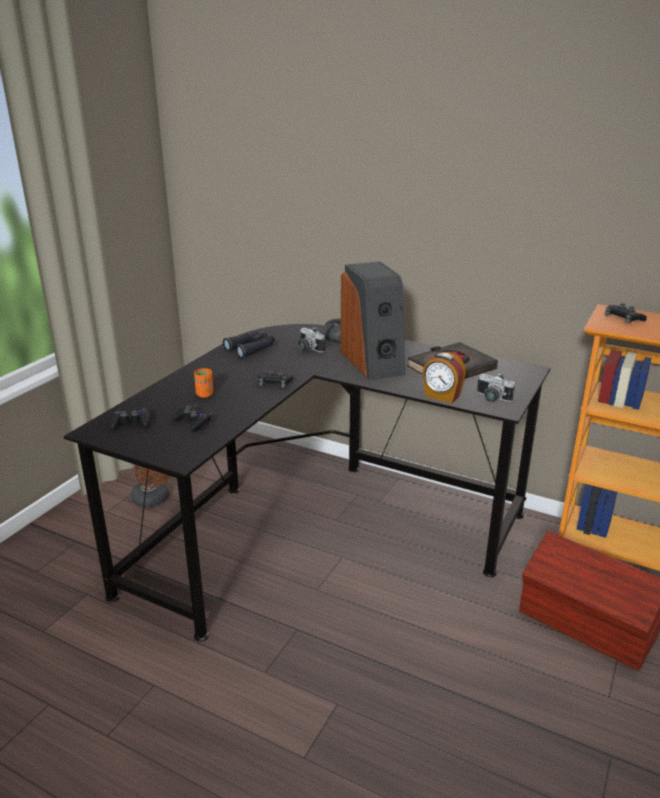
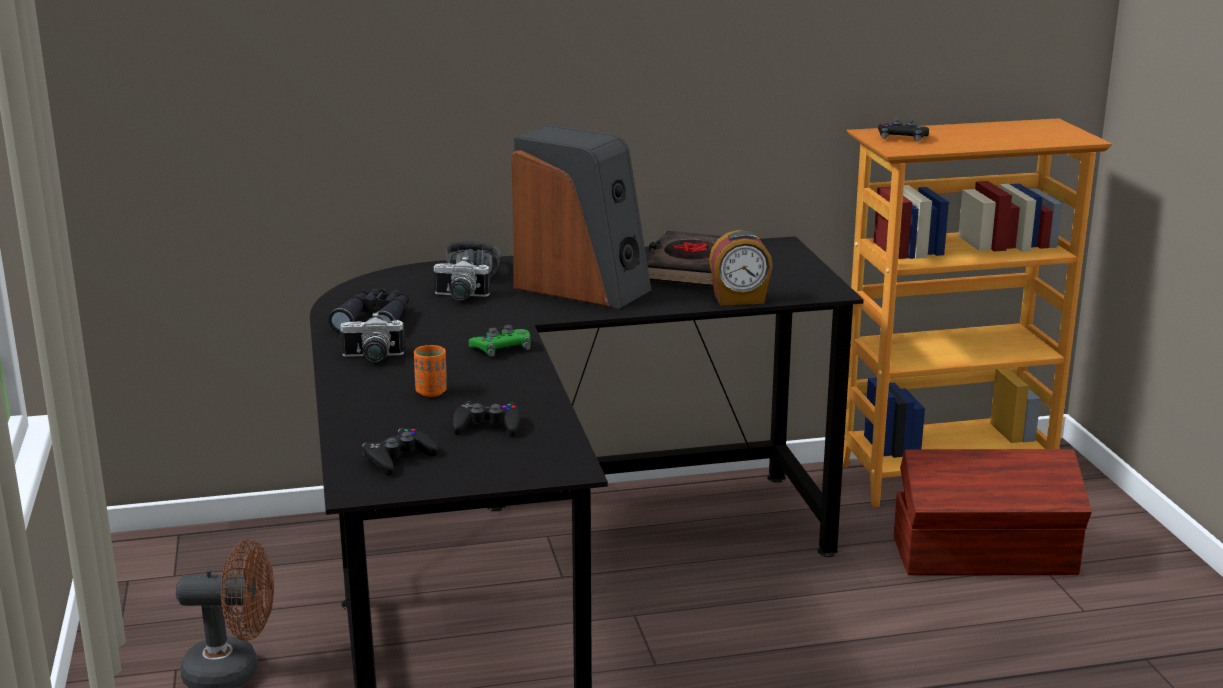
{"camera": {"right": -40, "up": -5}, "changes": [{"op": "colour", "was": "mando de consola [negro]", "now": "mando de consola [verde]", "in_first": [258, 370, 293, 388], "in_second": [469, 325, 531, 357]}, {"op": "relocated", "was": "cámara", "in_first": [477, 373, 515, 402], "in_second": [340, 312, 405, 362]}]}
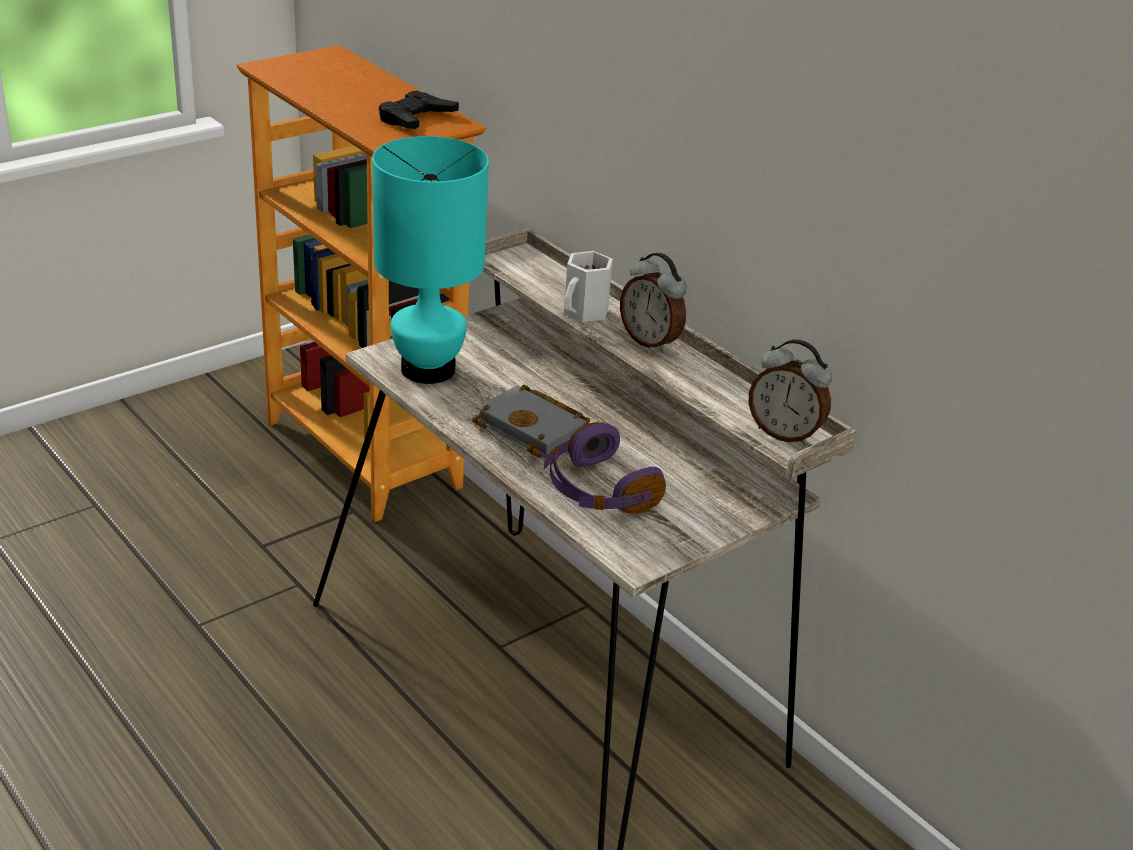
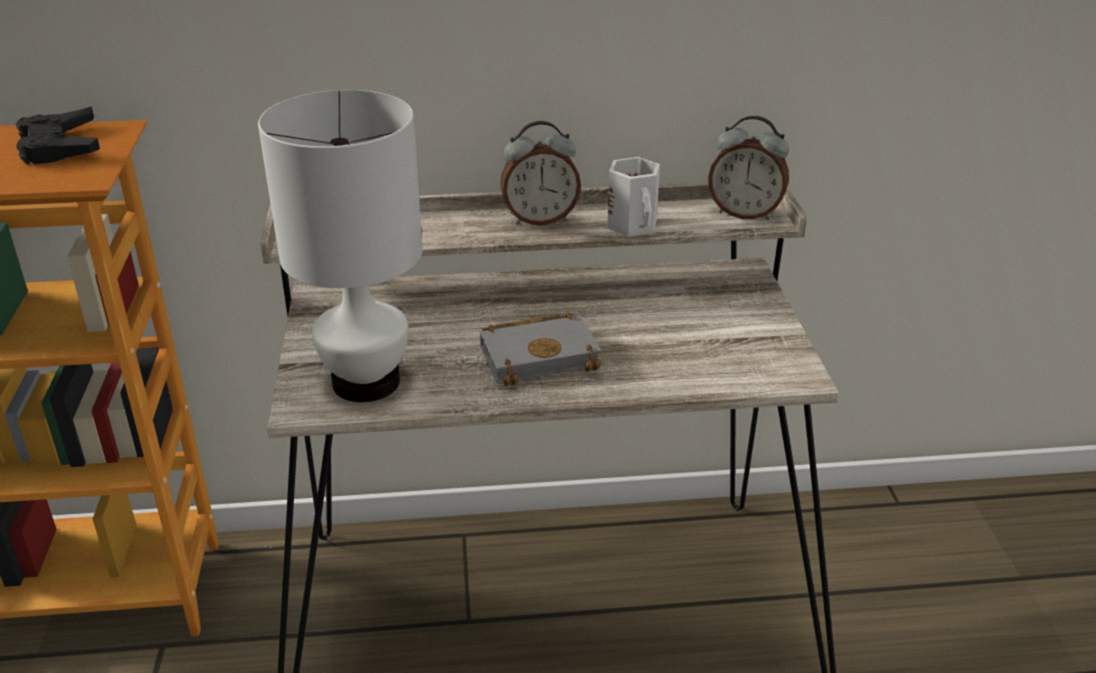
{"camera": {"right": -55, "up": 0}, "changes": [{"op": "colour", "was": "lámpara de mesa [turquesa]", "now": "lámpara de mesa [blanco]", "in_first": [372, 136, 489, 384], "in_second": [258, 90, 423, 402]}, {"op": "relocated", "was": "taza grande [blanco]", "in_first": [564, 251, 613, 322], "in_second": [607, 157, 660, 236]}, {"op": "spun", "was": "despertador", "in_first": [749, 339, 832, 445], "in_second": [708, 116, 789, 220], "clockwise": 45}, {"op": "missing", "was": "auriculares [morado]", "in_first": [544, 422, 666, 514]}]}
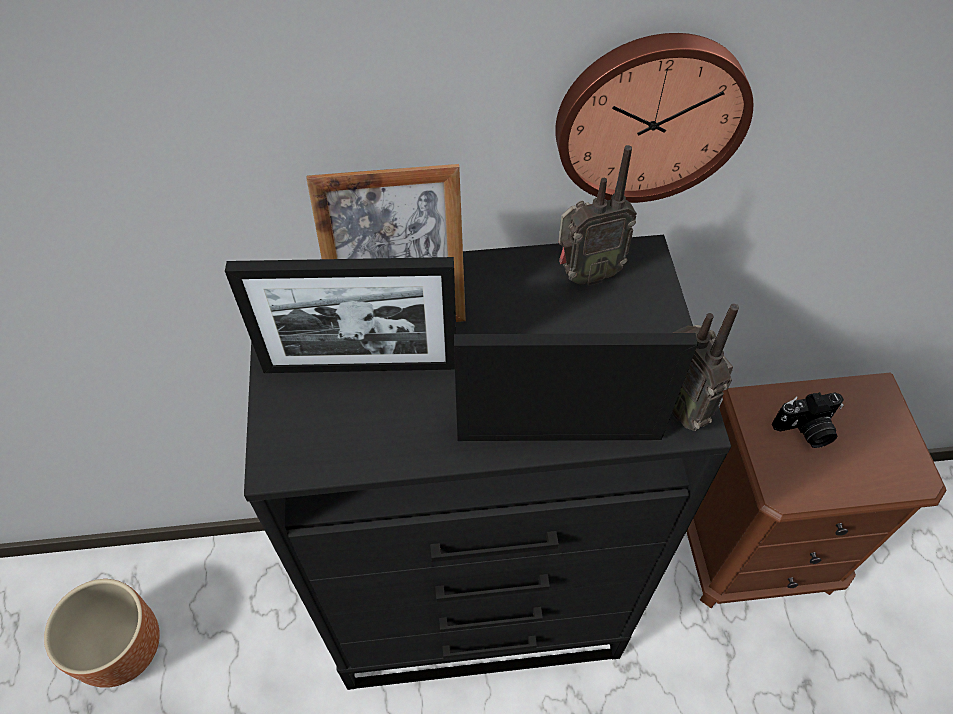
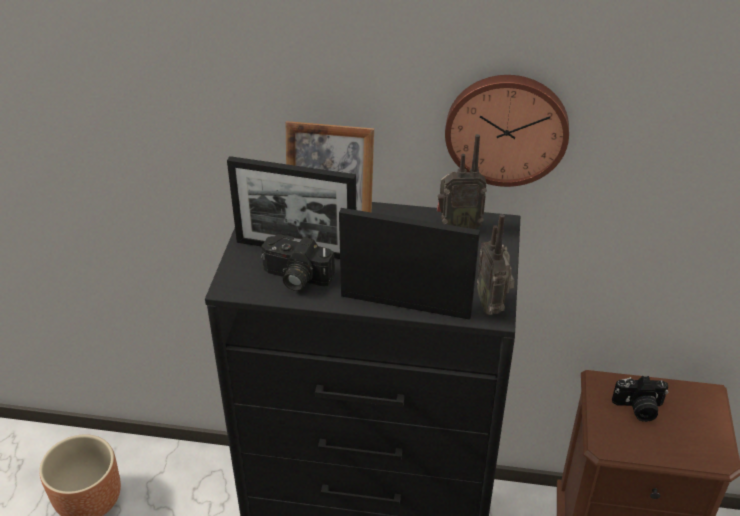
{"camera": {"right": 15, "up": -15}, "changes": [{"op": "appeared", "now": "cámara", "in_second": [261, 234, 335, 291]}]}
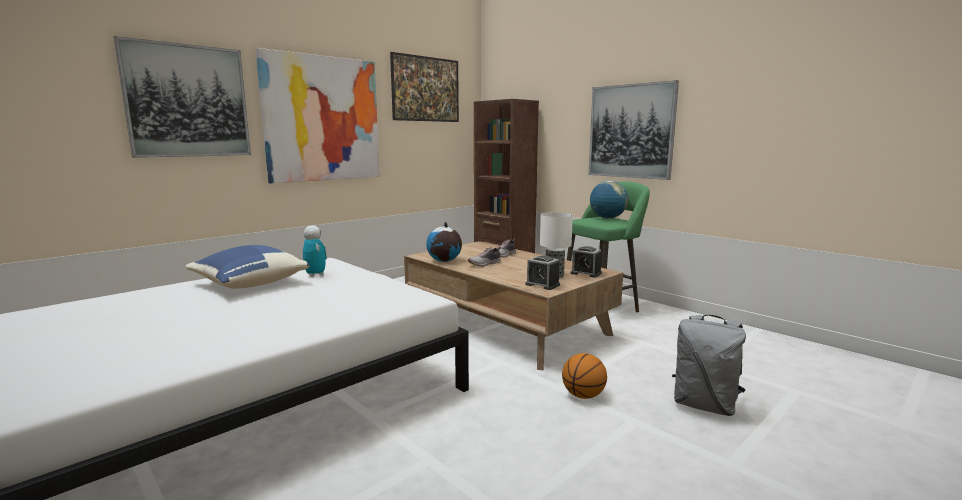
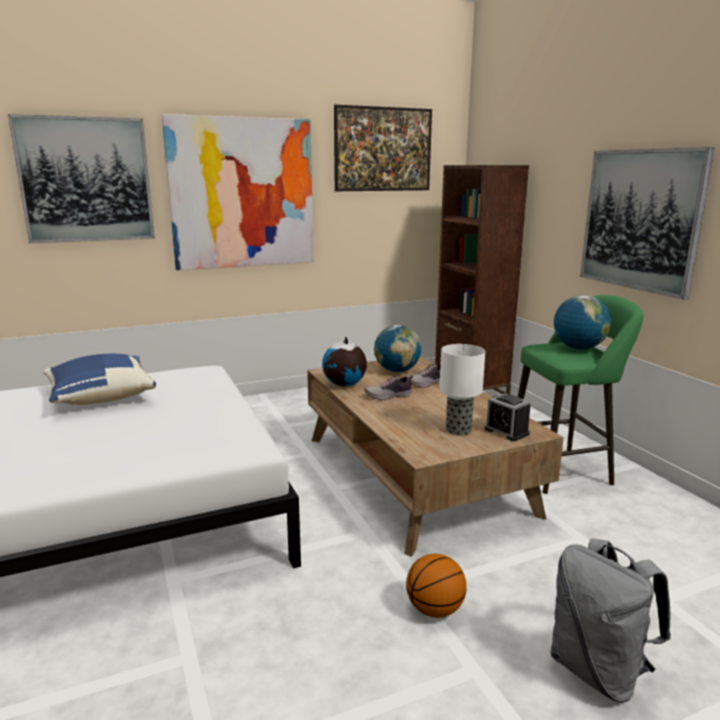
{"camera": {"right": 20, "up": 5}, "changes": [{"op": "missing", "was": "robot de juguete", "in_first": [303, 225, 327, 277]}, {"op": "missing", "was": "despertador", "in_first": [525, 256, 560, 290]}, {"op": "appeared", "now": "globo terráqueo", "in_second": [374, 325, 421, 372]}]}
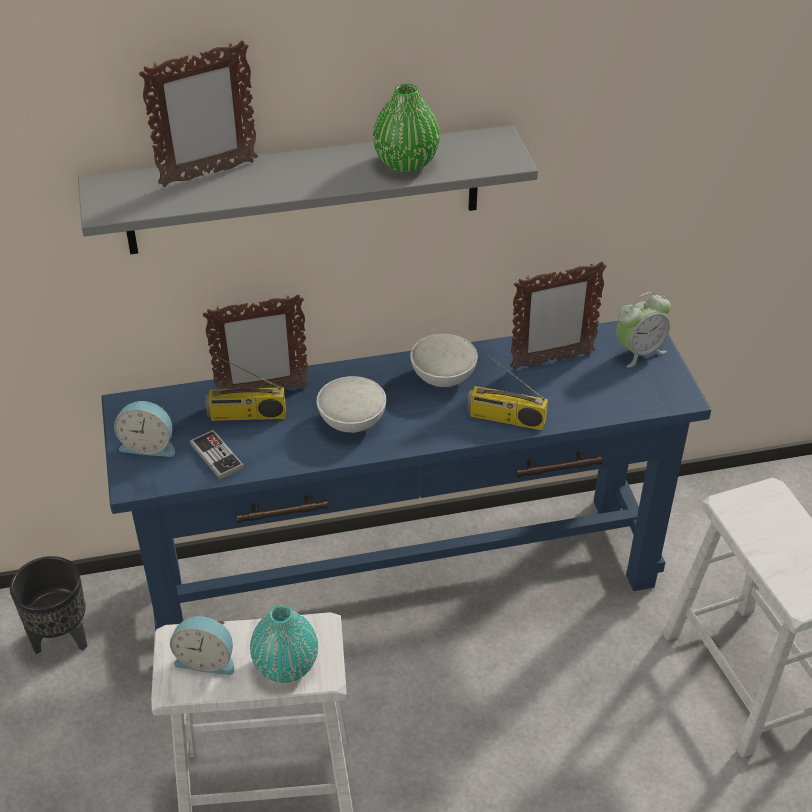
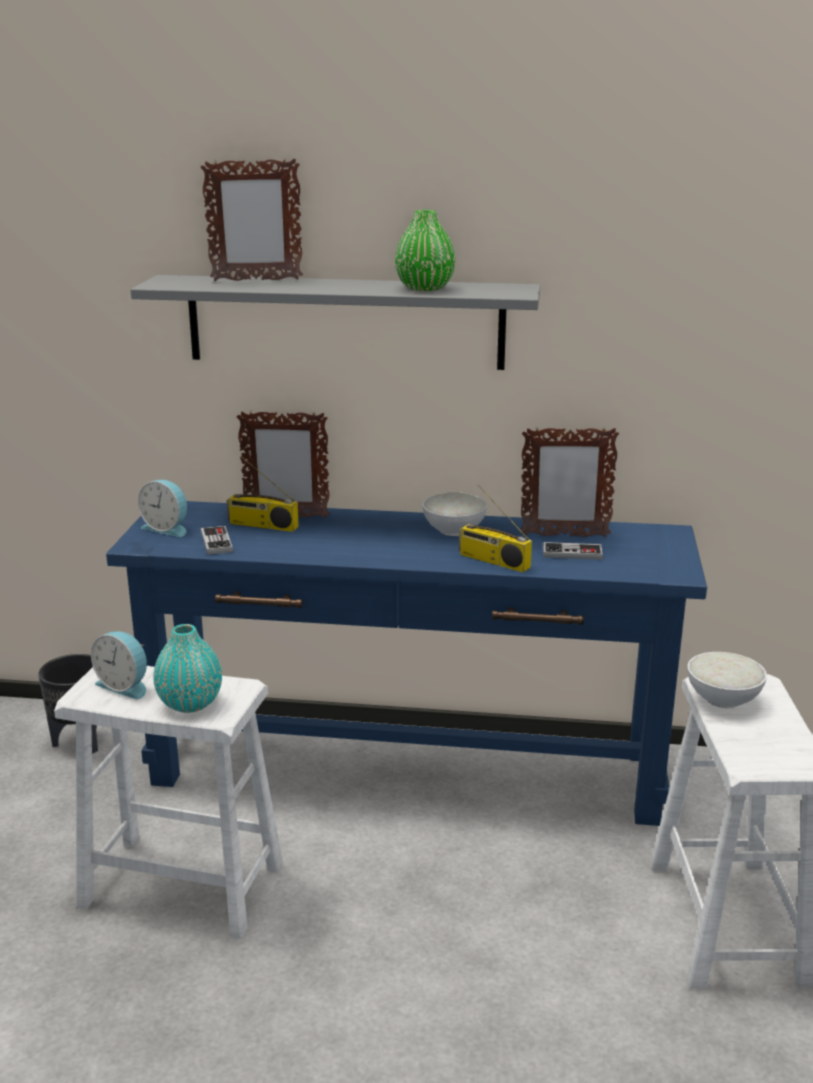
{"camera": {"right": 20, "up": -20}, "changes": [{"op": "missing", "was": "despertador", "in_first": [616, 292, 671, 368]}, {"op": "relocated", "was": "cuenco [blanco]", "in_first": [317, 376, 386, 433], "in_second": [687, 652, 767, 708]}, {"op": "appeared", "now": "mando de consola", "in_second": [543, 542, 603, 560]}]}
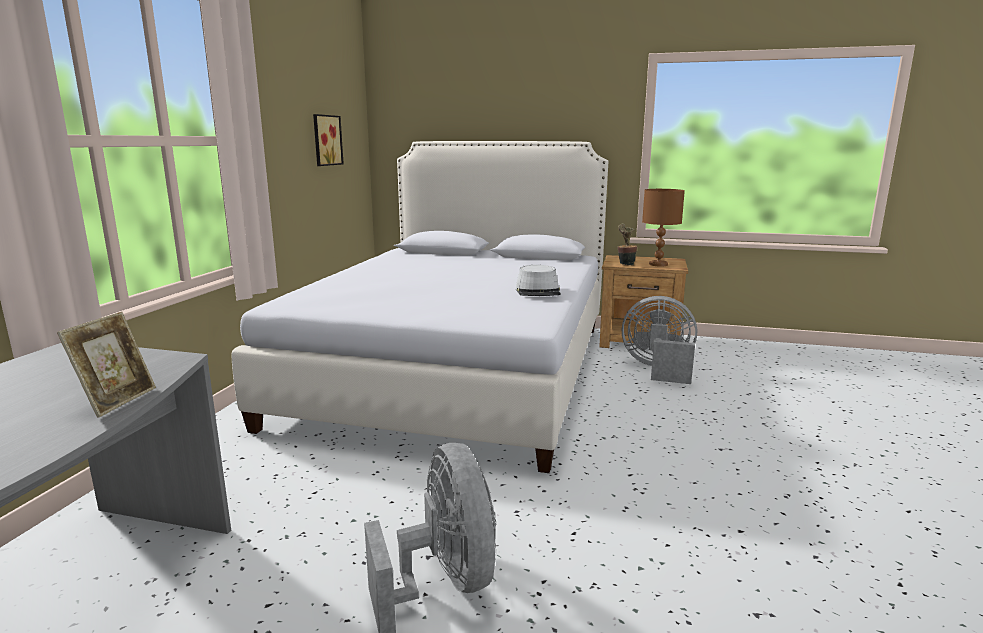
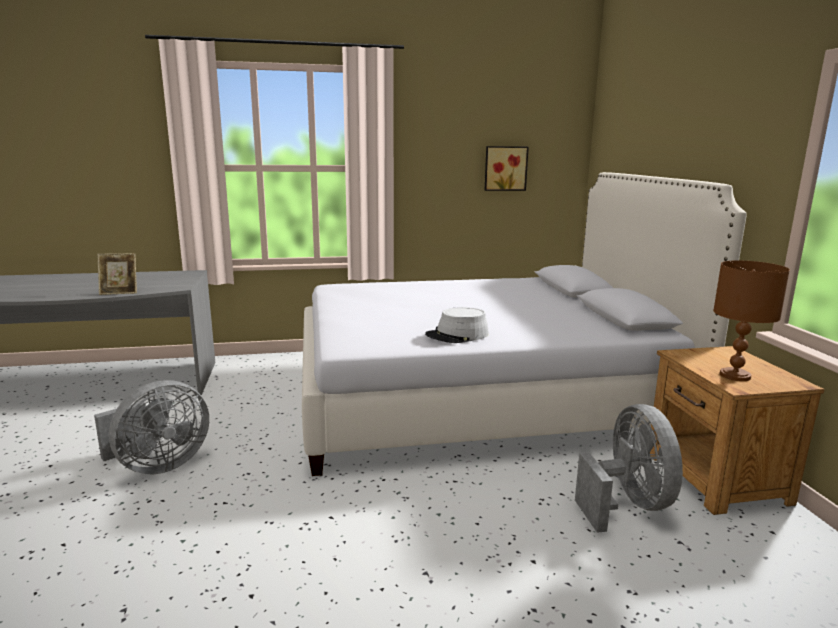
{"camera": {"right": 65, "up": 0}, "changes": [{"op": "missing", "was": "planta en maceta", "in_first": [618, 223, 637, 265]}]}
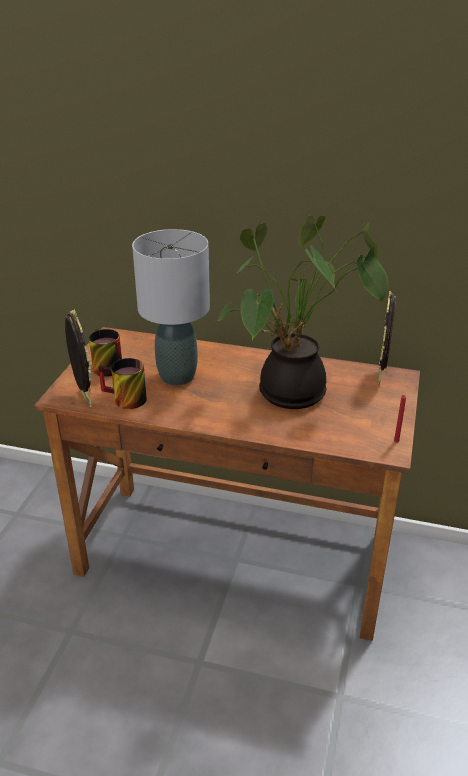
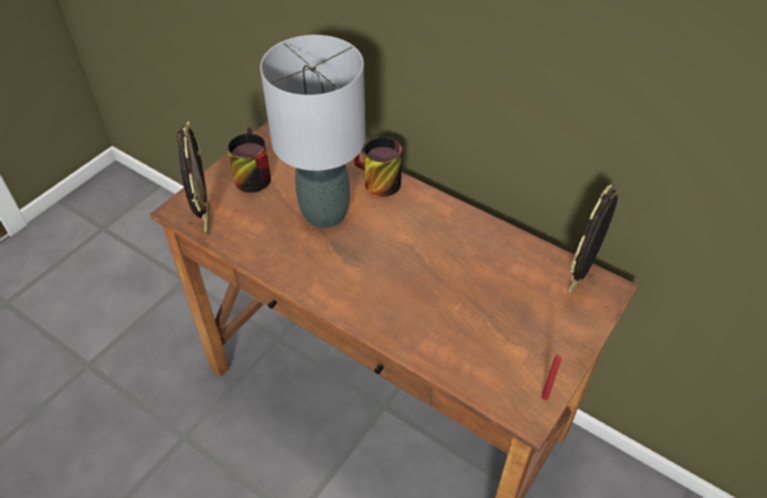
{"camera": {"right": 20, "up": 15}, "changes": [{"op": "missing", "was": "planta en maceta", "in_first": [218, 215, 388, 409]}, {"op": "relocated", "was": "taza grande", "in_first": [99, 358, 147, 409], "in_second": [354, 137, 402, 197]}]}
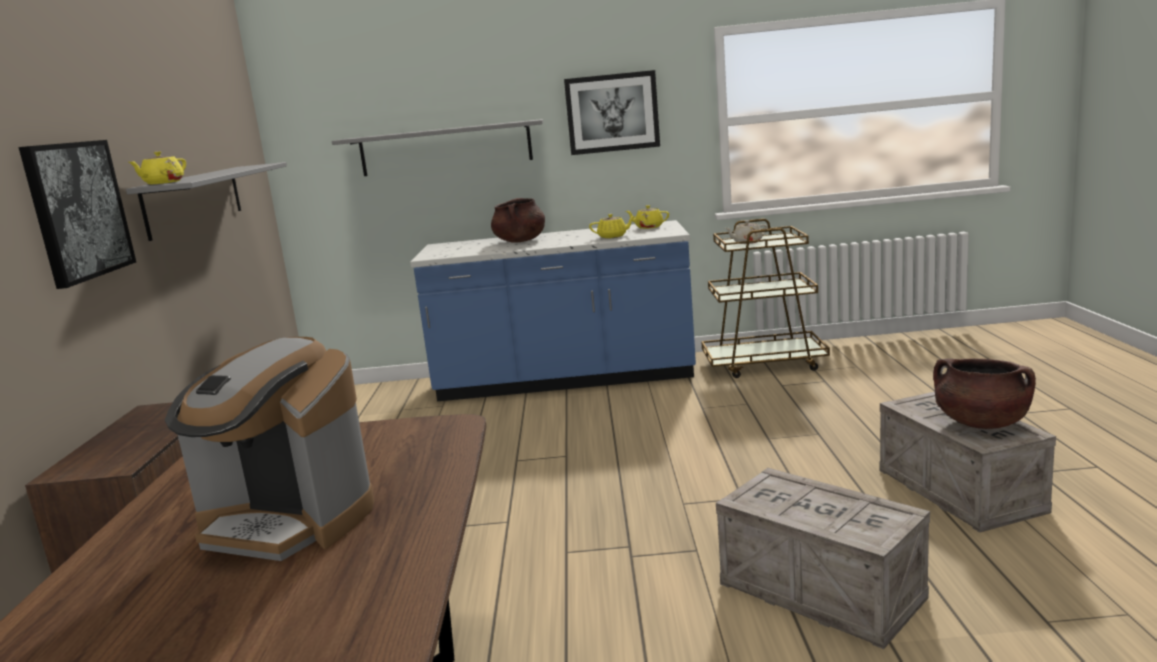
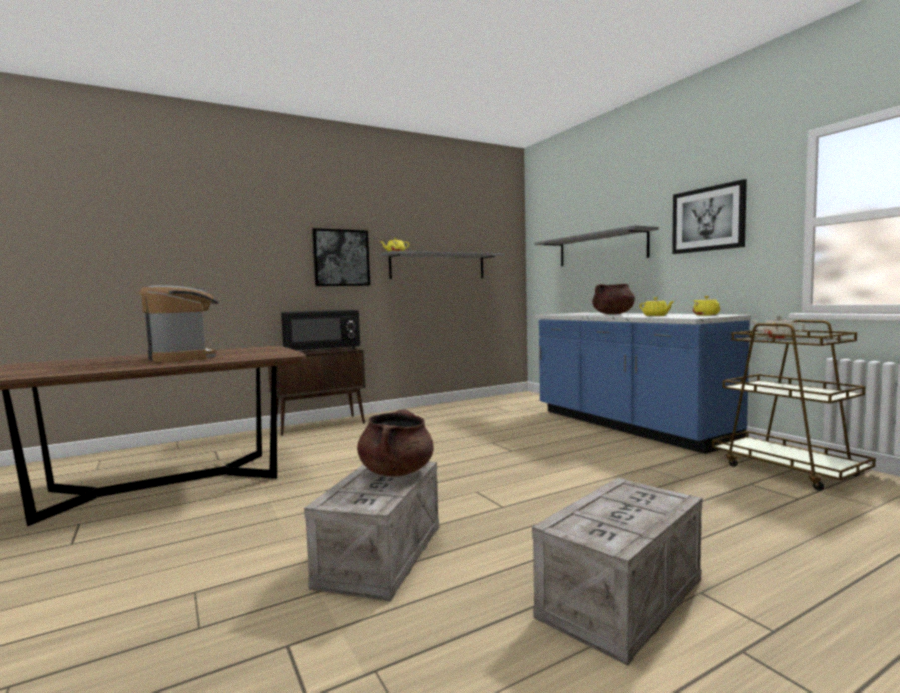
{"camera": {"right": 60, "up": -10}, "changes": [{"op": "spun", "was": "cafetera", "in_first": [165, 337, 374, 561], "in_second": [139, 285, 218, 362], "clockwise": 150}, {"op": "relocated", "was": "olla [marrón]", "in_first": [933, 359, 1036, 429], "in_second": [357, 409, 434, 476]}, {"op": "appeared", "now": "microondas [negro]", "in_second": [281, 310, 360, 351]}]}
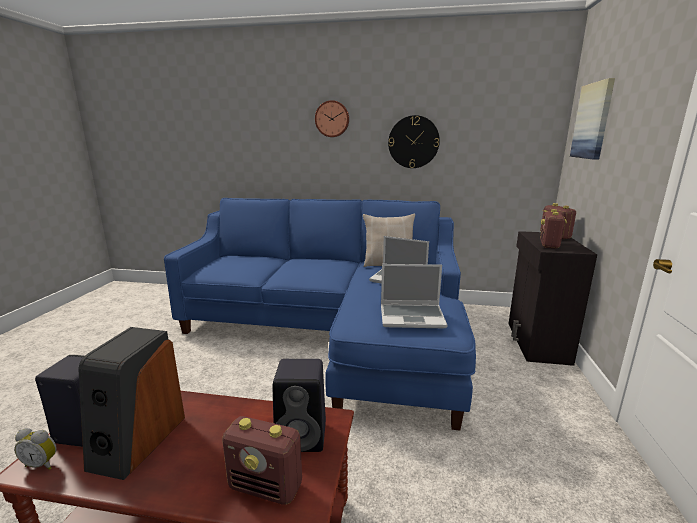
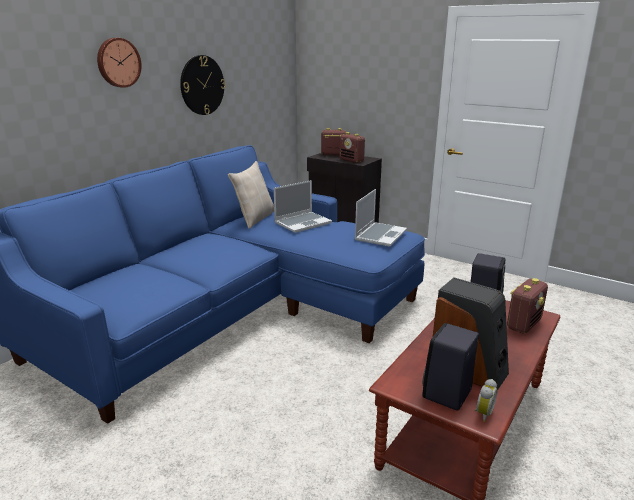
{"camera": {"right": -65, "up": 5}, "changes": [{"op": "missing", "was": "cuadro", "in_first": [570, 78, 615, 160]}]}
